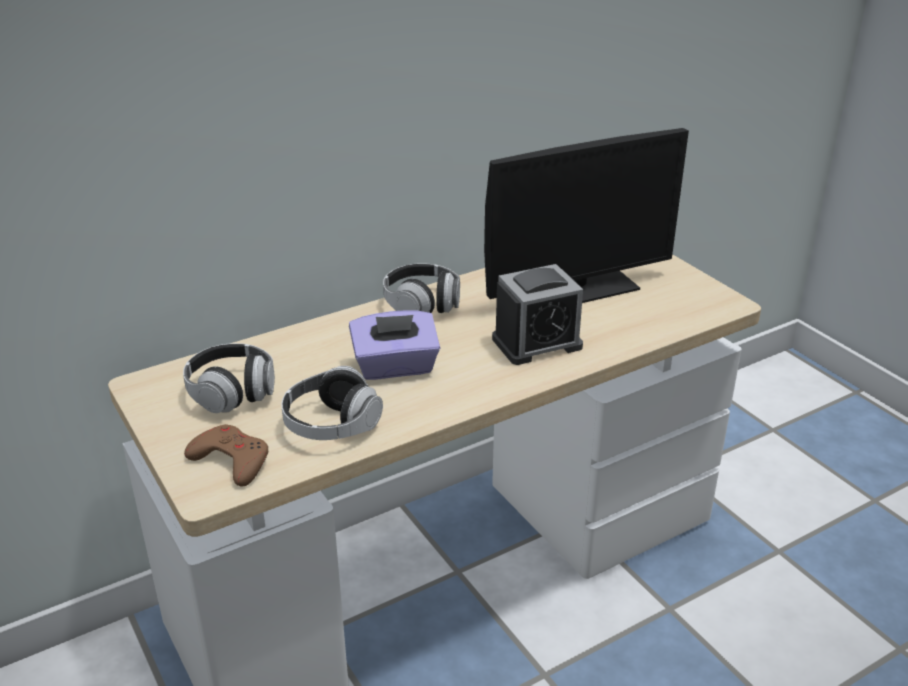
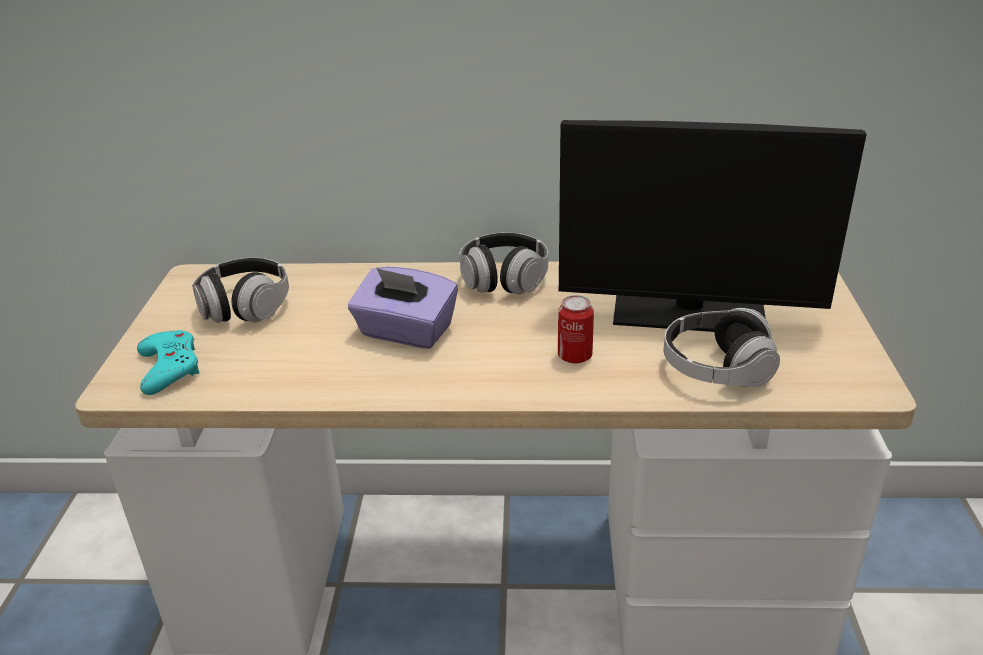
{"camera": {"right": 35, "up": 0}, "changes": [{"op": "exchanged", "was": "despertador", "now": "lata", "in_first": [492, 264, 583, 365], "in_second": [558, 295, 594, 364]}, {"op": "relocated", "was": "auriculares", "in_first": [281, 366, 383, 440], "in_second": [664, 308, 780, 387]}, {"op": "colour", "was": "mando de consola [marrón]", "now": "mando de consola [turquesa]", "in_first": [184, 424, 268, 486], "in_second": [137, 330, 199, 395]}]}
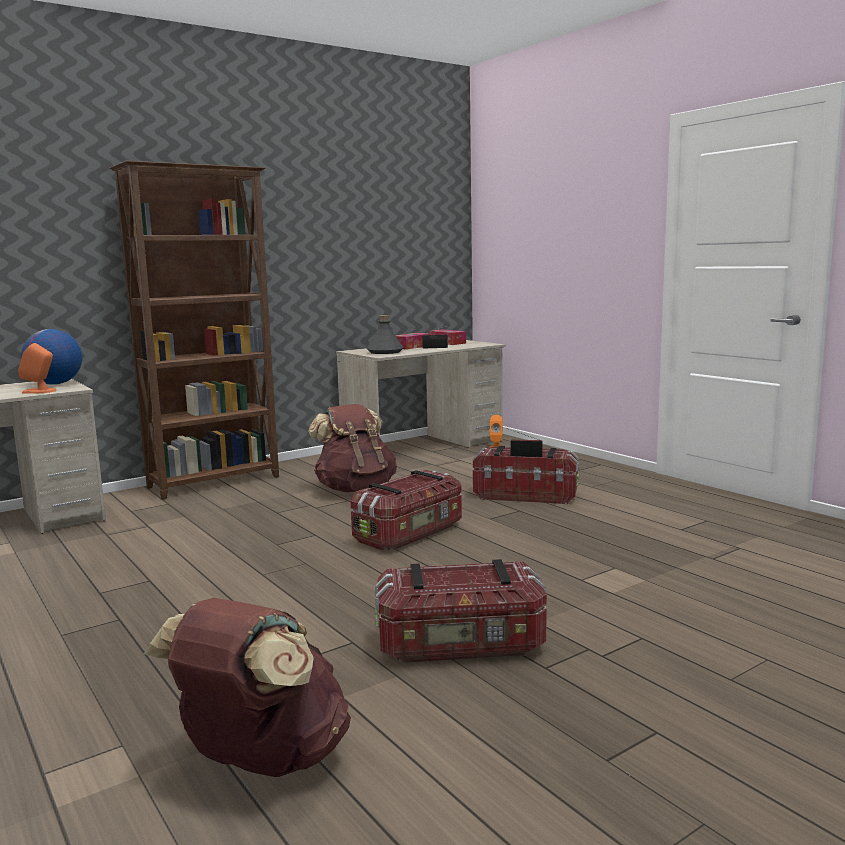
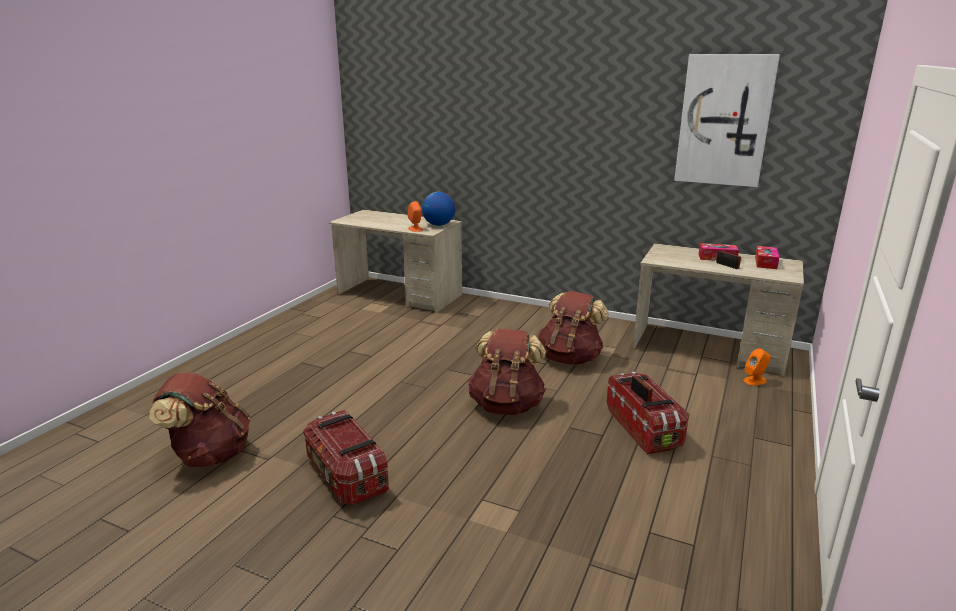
{"camera": {"right": 60, "up": 10}, "changes": [{"op": "missing", "was": "estantería [marrón]", "in_first": [110, 161, 279, 500]}, {"op": "missing", "was": "botella [gris]", "in_first": [366, 315, 404, 354]}, {"op": "exchanged", "was": "caja de almacenaje", "now": "mochila [marrón]", "in_first": [351, 470, 462, 550], "in_second": [468, 329, 546, 415]}, {"op": "appeared", "now": "cuadro", "in_second": [674, 54, 780, 187]}]}
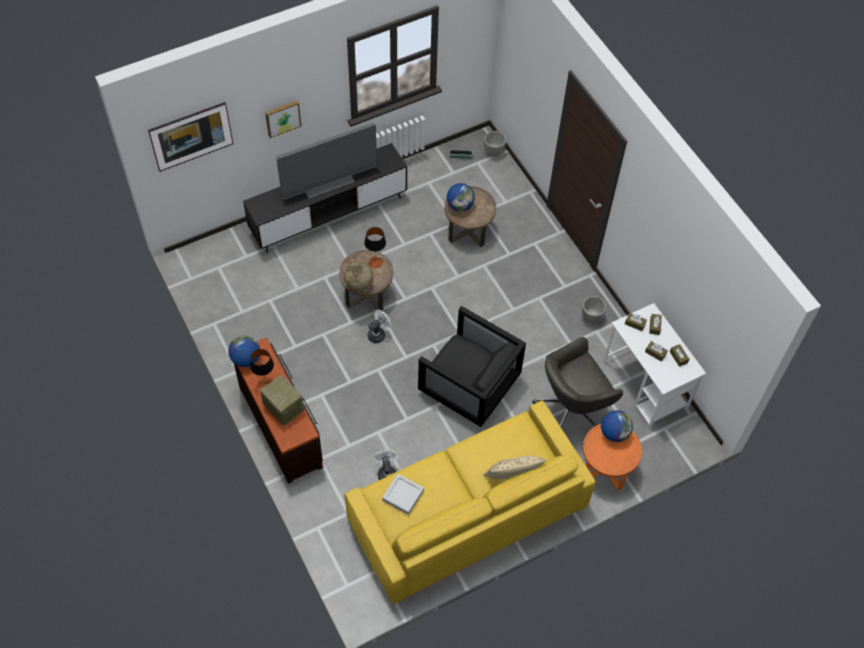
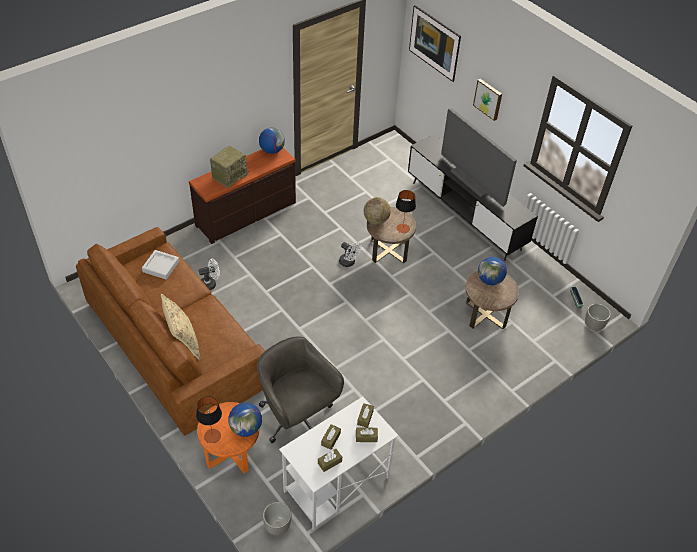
{"camera": {"right": 80, "up": -10}, "changes": [{"op": "relocated", "was": "maceta", "in_first": [582, 296, 606, 324], "in_second": [263, 502, 292, 536]}, {"op": "missing", "was": "sillón [negro]", "in_first": [418, 306, 526, 427]}, {"op": "relocated", "was": "lámpara de mesa", "in_first": [250, 349, 274, 389], "in_second": [196, 396, 222, 443]}, {"op": "colour", "was": "sofá [amarillo]", "now": "sofá [marrón]", "in_first": [345, 400, 596, 604], "in_second": [76, 227, 265, 436]}]}
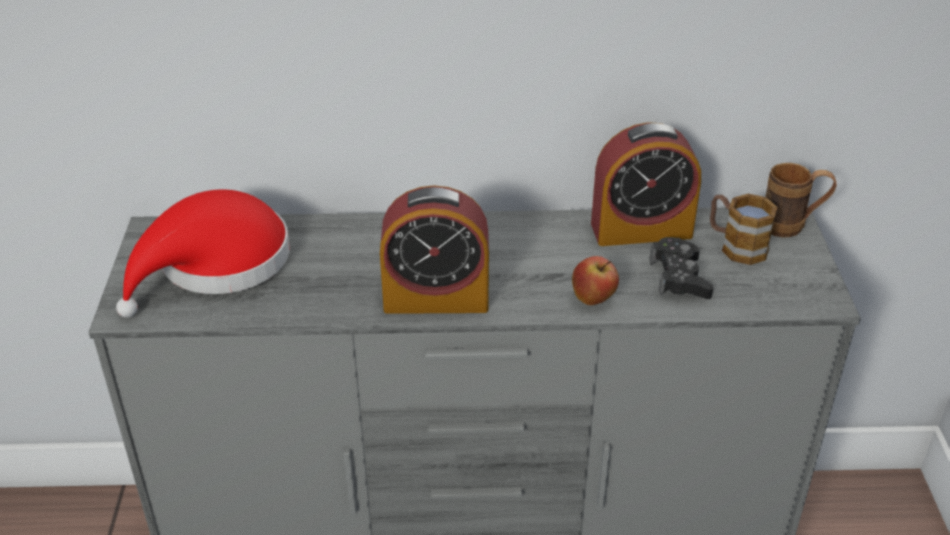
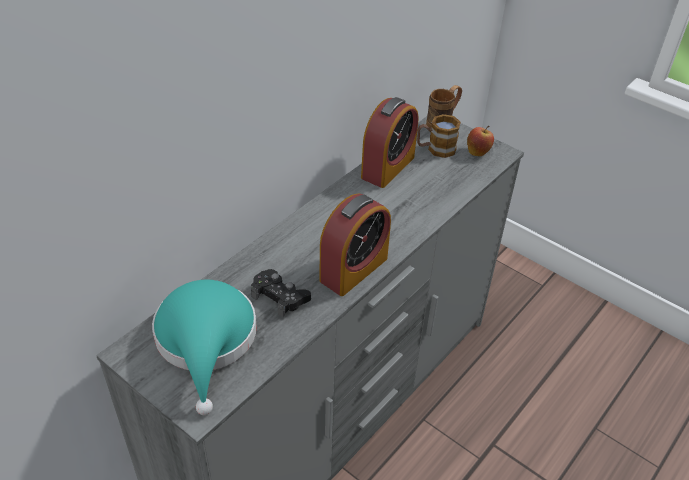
{"camera": {"right": -50, "up": 5}, "changes": [{"op": "colour", "was": "sombrero [rojo]", "now": "sombrero [turquesa]", "in_first": [116, 189, 290, 318], "in_second": [152, 280, 257, 415]}, {"op": "relocated", "was": "mando de consola [negro]", "in_first": [649, 237, 713, 299], "in_second": [251, 269, 311, 318]}, {"op": "relocated", "was": "manzana", "in_first": [572, 256, 619, 305], "in_second": [467, 126, 494, 156]}]}
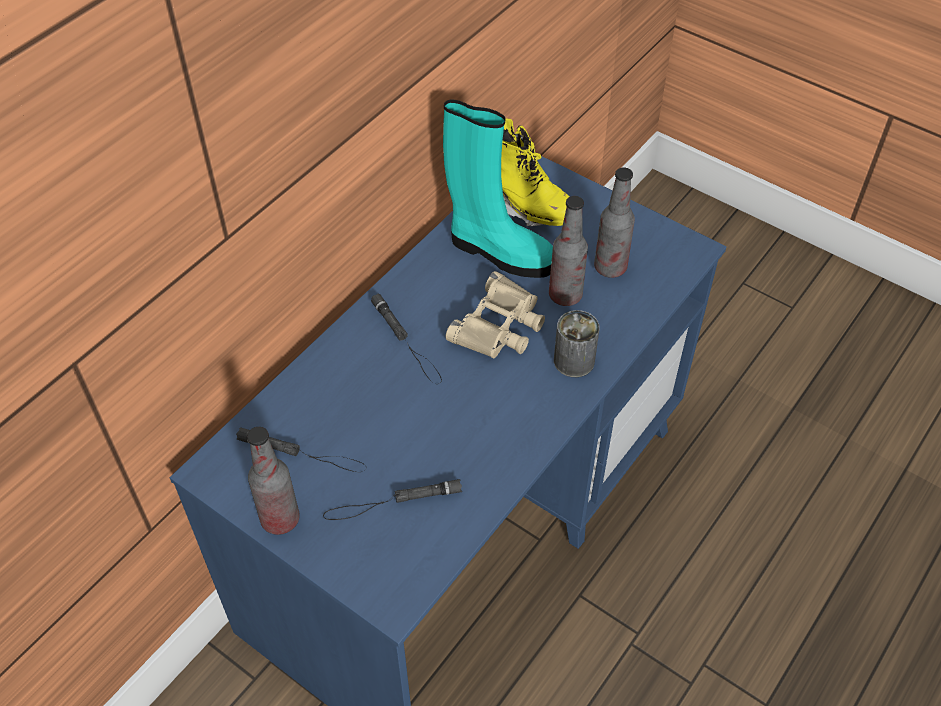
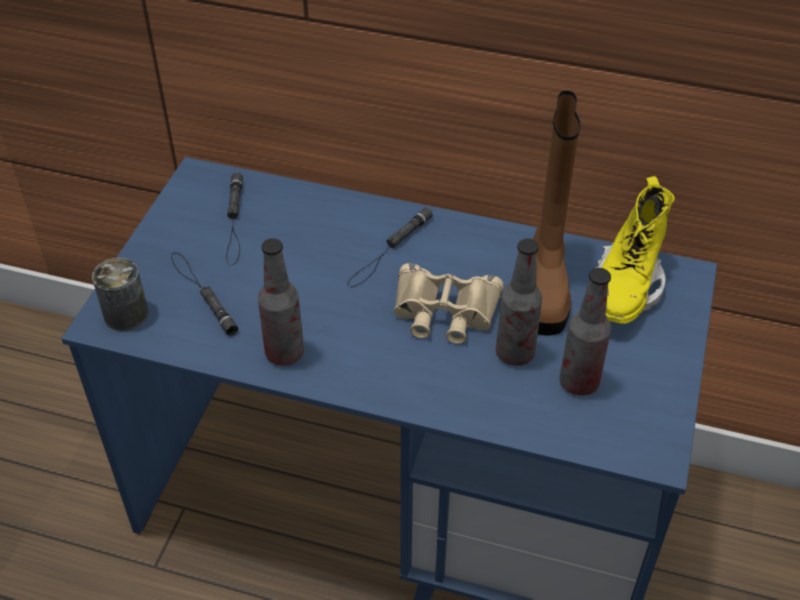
{"camera": {"right": 70, "up": -5}, "changes": [{"op": "colour", "was": "bota [turquesa]", "now": "bota [marrón]", "in_first": [443, 99, 553, 278], "in_second": [533, 91, 580, 335]}, {"op": "relocated", "was": "lata", "in_first": [554, 310, 600, 377], "in_second": [92, 258, 148, 331]}, {"op": "relocated", "was": "botella", "in_first": [247, 427, 300, 535], "in_second": [258, 238, 304, 366]}]}
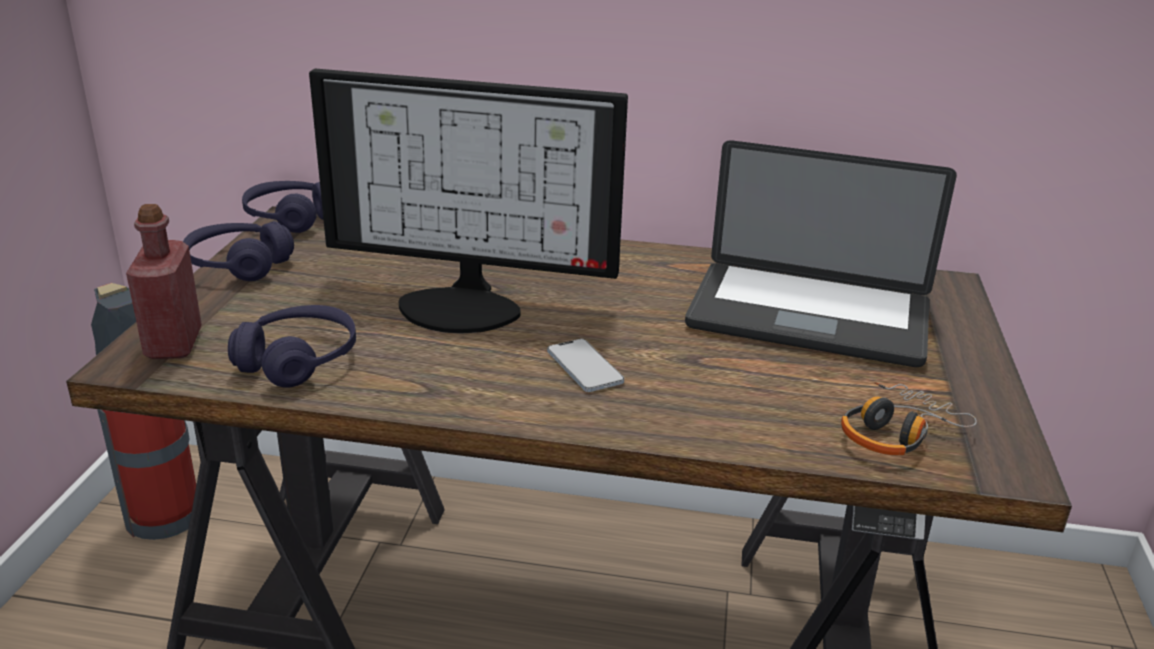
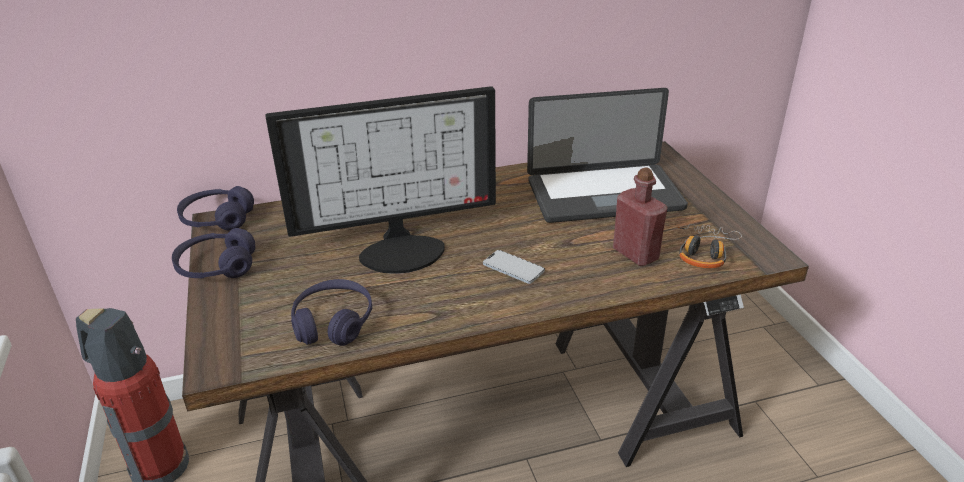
{"camera": {"right": -25, "up": 5}, "changes": [{"op": "relocated", "was": "botella [rojo]", "in_first": [126, 204, 202, 359], "in_second": [613, 167, 667, 266]}]}
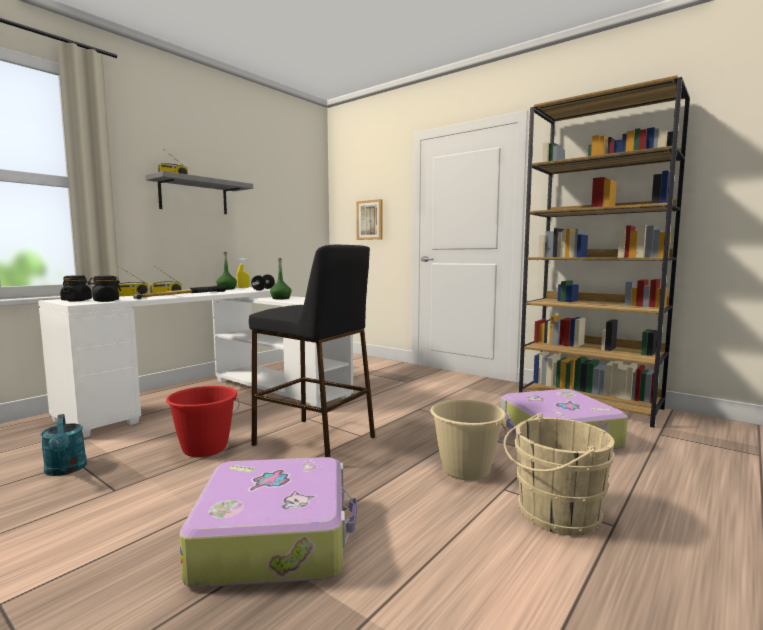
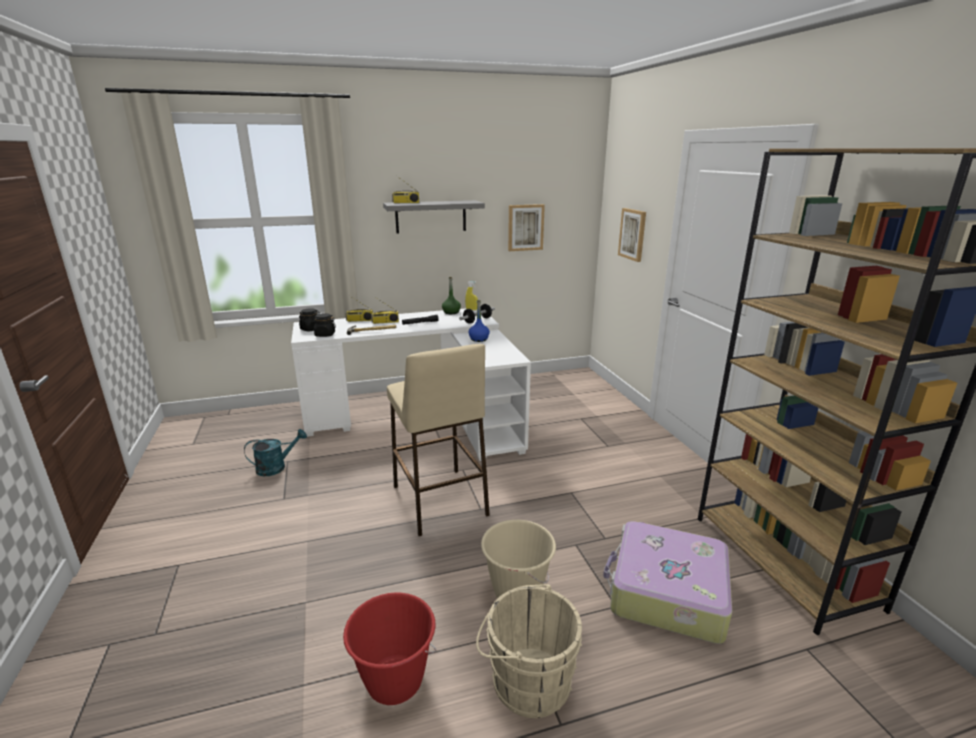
{"camera": {"right": 35, "up": 15}, "changes": [{"op": "colour", "was": "taburete [negro]", "now": "taburete [beis]", "in_first": [249, 245, 375, 458], "in_second": [387, 344, 490, 536]}, {"op": "colour", "was": "botella [verde]", "now": "botella [azul]", "in_first": [270, 258, 291, 299], "in_second": [468, 300, 490, 342]}, {"op": "relocated", "was": "cubo [rojo]", "in_first": [166, 386, 240, 457], "in_second": [343, 592, 436, 705]}, {"op": "spun", "was": "regadera [turquesa]", "in_first": [40, 414, 87, 476], "in_second": [244, 429, 307, 476], "clockwise": -120}, {"op": "missing", "was": "maleta", "in_first": [179, 457, 357, 588]}, {"op": "appeared", "now": "cuadro", "in_second": [508, 204, 545, 251]}]}
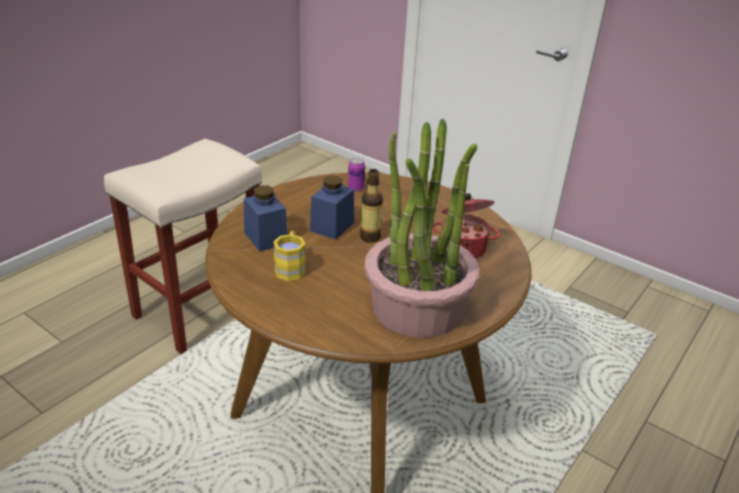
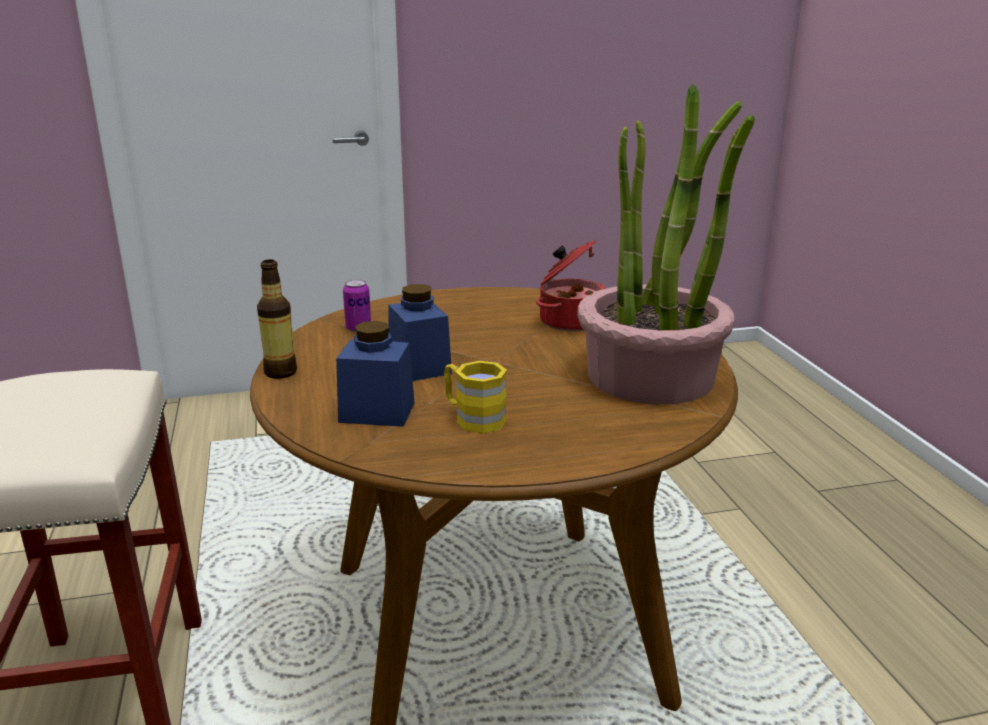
{"camera": {"right": -50, "up": -10}, "changes": [{"op": "relocated", "was": "botella", "in_first": [360, 169, 383, 243], "in_second": [257, 259, 297, 379]}]}
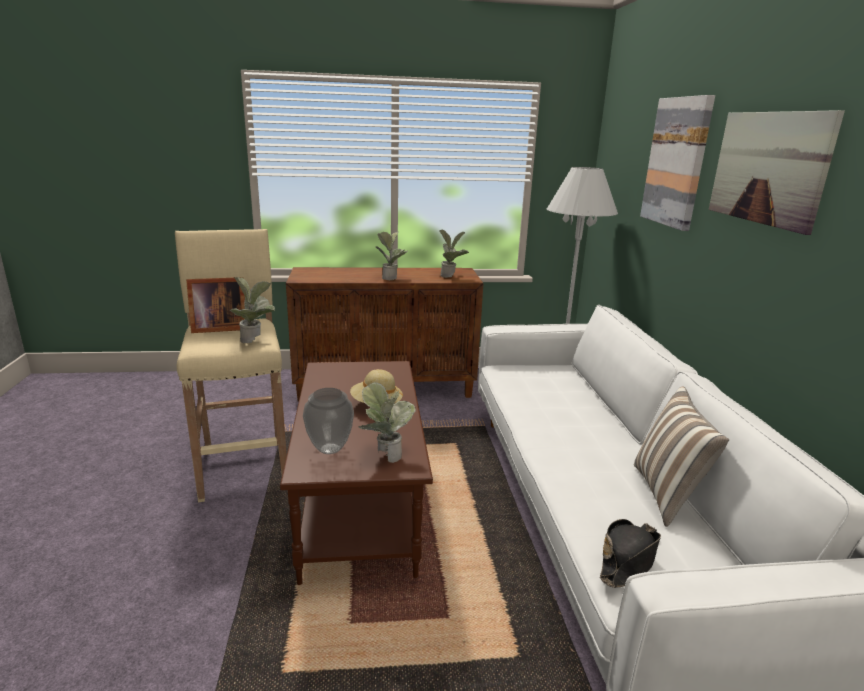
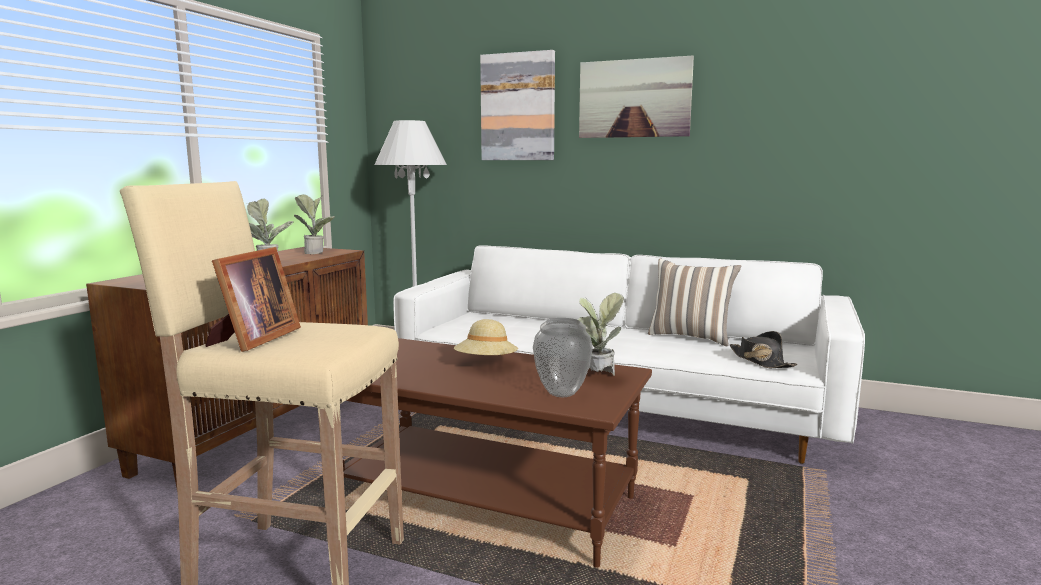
{"camera": {"right": -60, "up": -10}, "changes": [{"op": "missing", "was": "planta en maceta", "in_first": [229, 277, 275, 343]}]}
